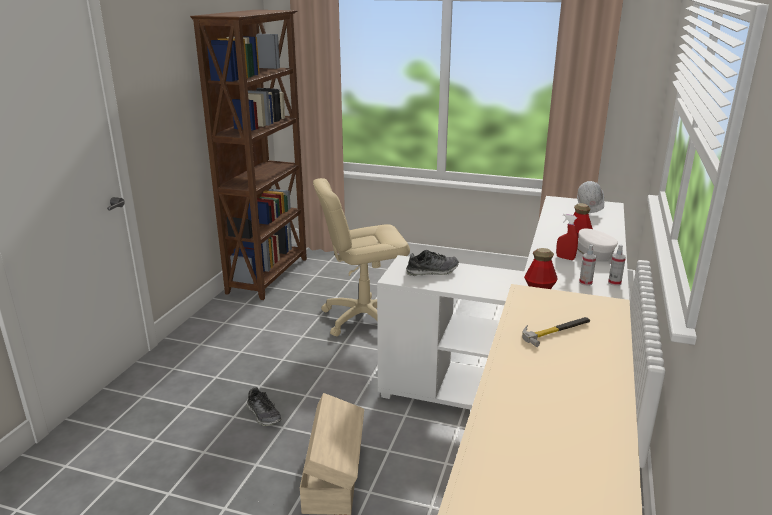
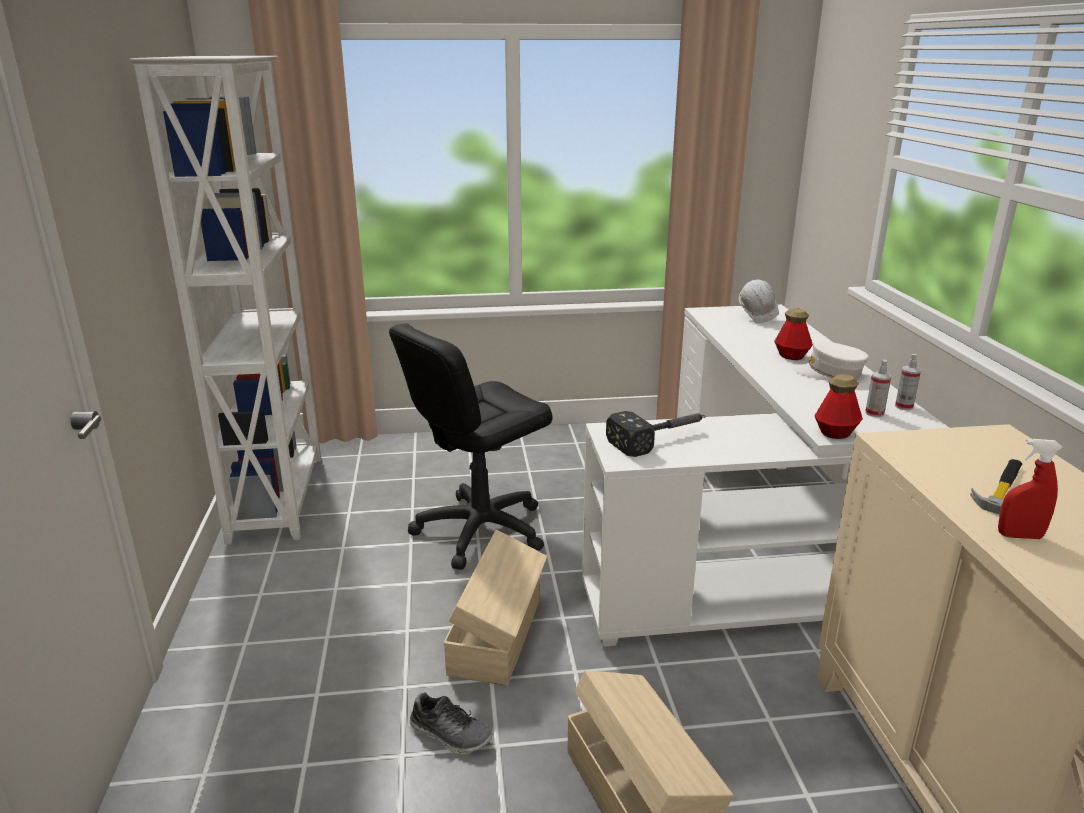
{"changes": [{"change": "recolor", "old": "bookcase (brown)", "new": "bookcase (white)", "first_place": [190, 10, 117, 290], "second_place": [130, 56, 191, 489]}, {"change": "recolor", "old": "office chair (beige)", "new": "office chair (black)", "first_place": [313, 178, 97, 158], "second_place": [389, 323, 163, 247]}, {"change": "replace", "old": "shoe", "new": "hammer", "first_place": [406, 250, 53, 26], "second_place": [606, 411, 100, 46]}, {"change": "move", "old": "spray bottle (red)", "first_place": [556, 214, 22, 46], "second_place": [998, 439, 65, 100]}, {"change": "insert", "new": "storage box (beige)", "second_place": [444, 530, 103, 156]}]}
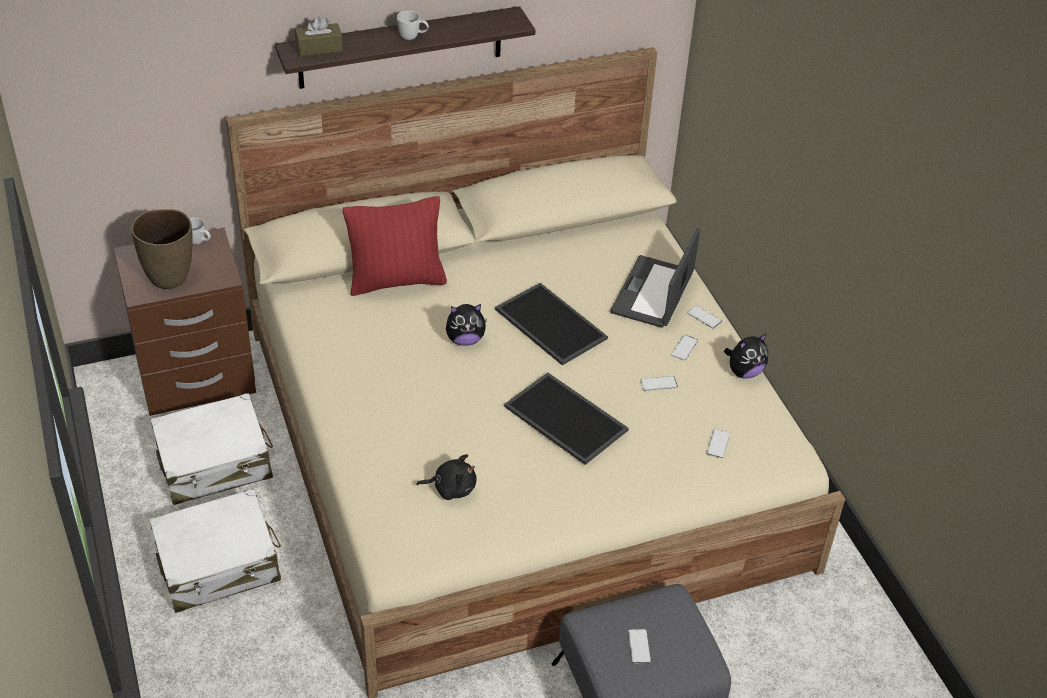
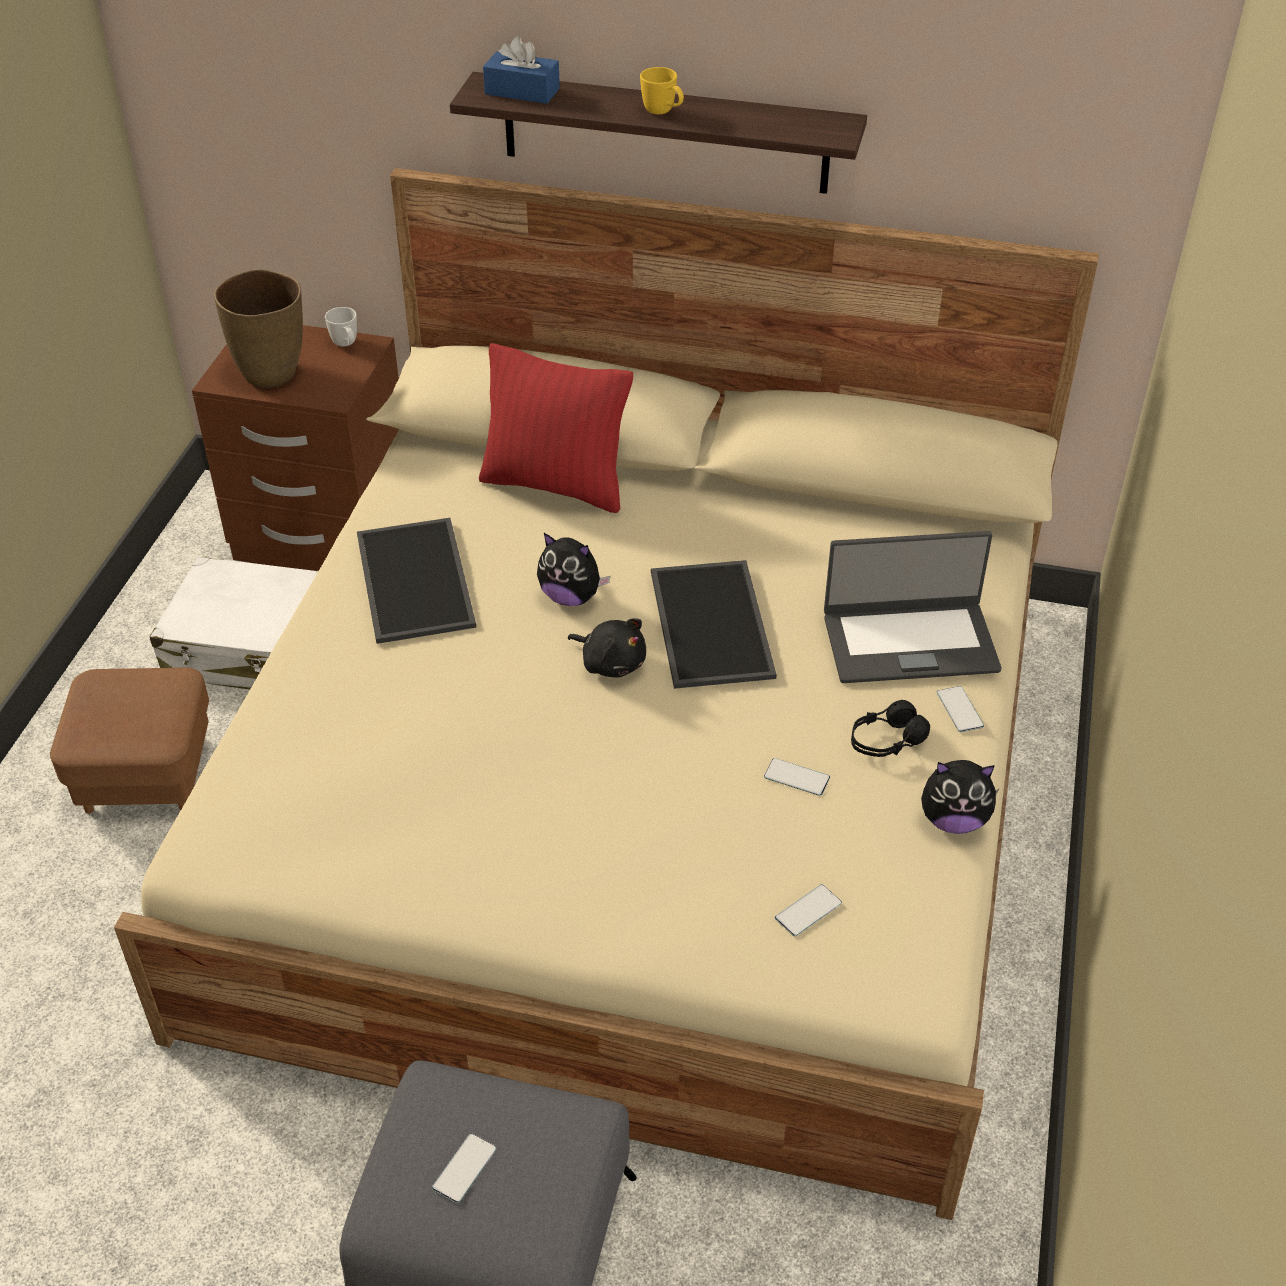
{"changes": [{"change": "replace", "old": "suitcase (white)", "new": "ottoman (brown)", "first_place": [149, 488, 132, 125], "second_place": [50, 668, 159, 146]}, {"change": "recolor", "old": "tissue box (brown)", "new": "tissue box (blue)", "first_place": [295, 16, 48, 40], "second_place": [483, 36, 77, 68]}, {"change": "recolor", "old": "mug (white)", "new": "mug (yellow)", "first_place": [397, 11, 32, 29], "second_place": [640, 67, 44, 47]}, {"change": "move", "old": "plush toy (black)", "first_place": [416, 454, 61, 46], "second_place": [568, 618, 78, 60]}, {"change": "move", "old": "tray", "first_place": [504, 373, 125, 92], "second_place": [357, 518, 119, 126]}, {"change": "rotate", "old": "laptop", "first_place": [610, 227, 90, 101], "second_place": [824, 531, 178, 152], "degrees": -150}, {"change": "replace", "old": "phone", "new": "headphones (black)", "first_place": [671, 335, 27, 25], "second_place": [851, 700, 79, 57]}]}
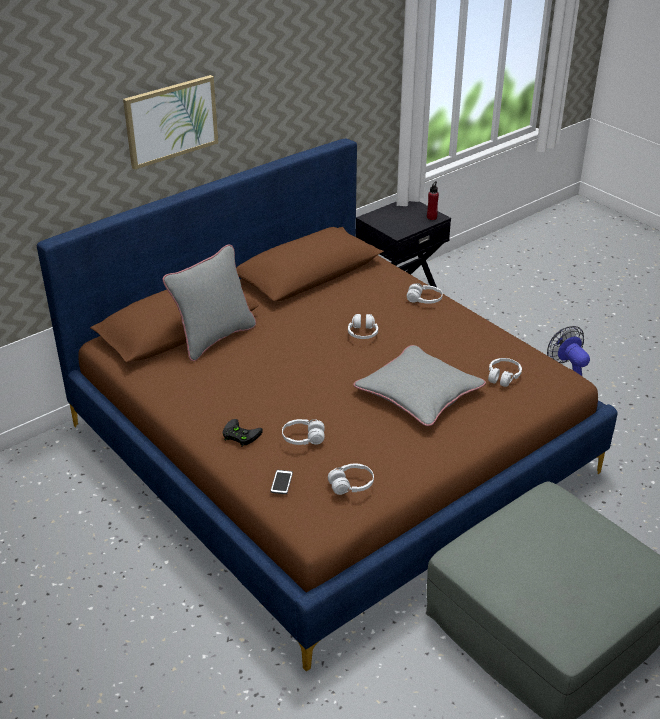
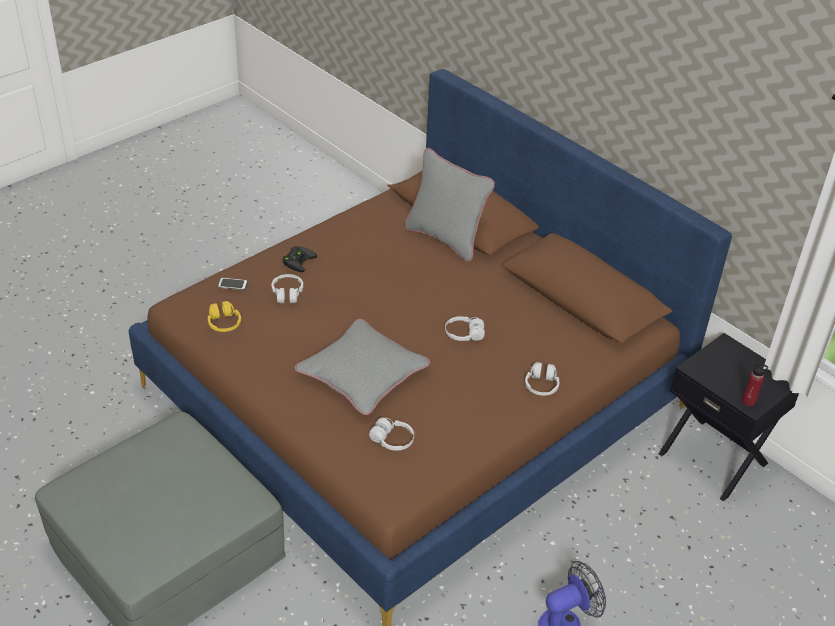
{"changes": [{"change": "delete", "old": "picture", "first_place": [123, 75, 95, 95]}, {"change": "recolor", "old": "headphones (white)", "new": "headphones (yellow)", "first_place": [328, 463, 46, 32], "second_place": [208, 301, 33, 31]}]}
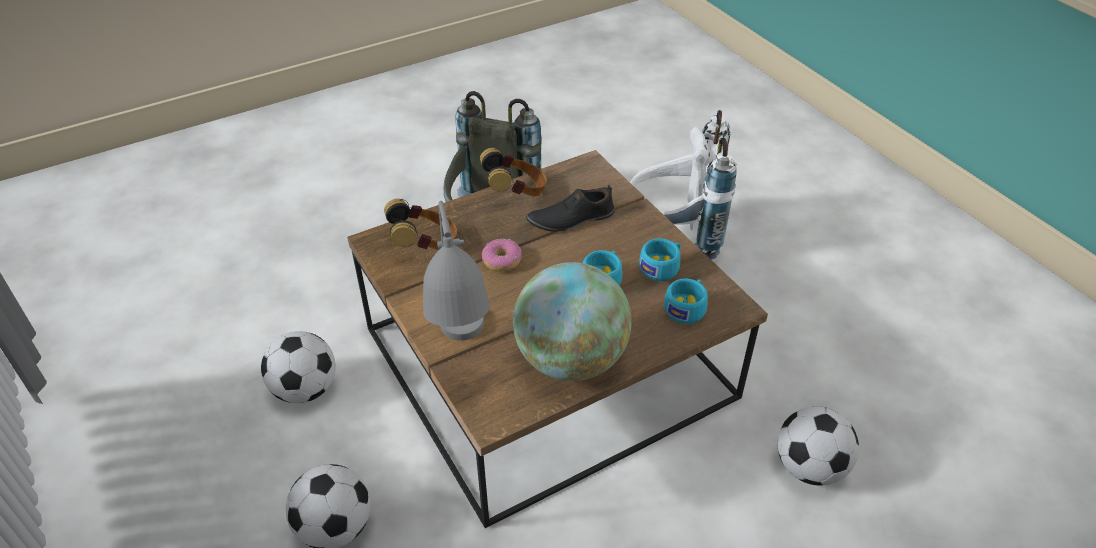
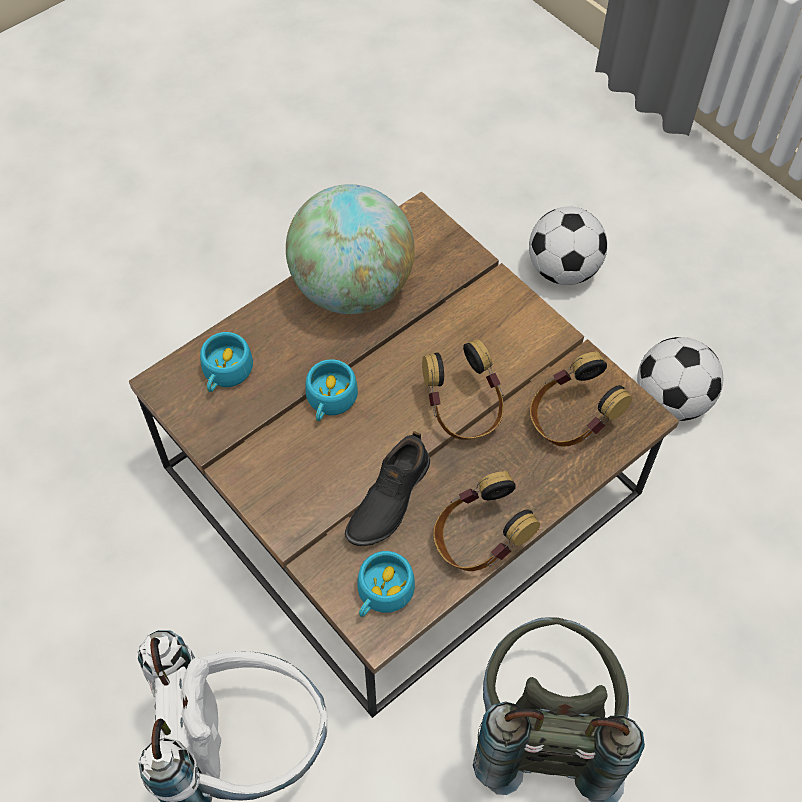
{"changes": [{"change": "delete", "old": "table lamp (grey)", "first_place": [423, 201, 67, 140]}, {"change": "replace", "old": "donut", "new": "headphones", "first_place": [482, 239, 40, 33], "second_place": [422, 339, 82, 101]}, {"change": "rotate", "old": "shoe (black)", "first_place": [526, 185, 89, 47], "second_place": [345, 431, 85, 115], "degrees": 150}, {"change": "move", "old": "cup (turquoise)", "first_place": [639, 238, 42, 43], "second_place": [357, 551, 58, 66]}, {"change": "delete", "old": "football", "first_place": [778, 406, 81, 80]}]}
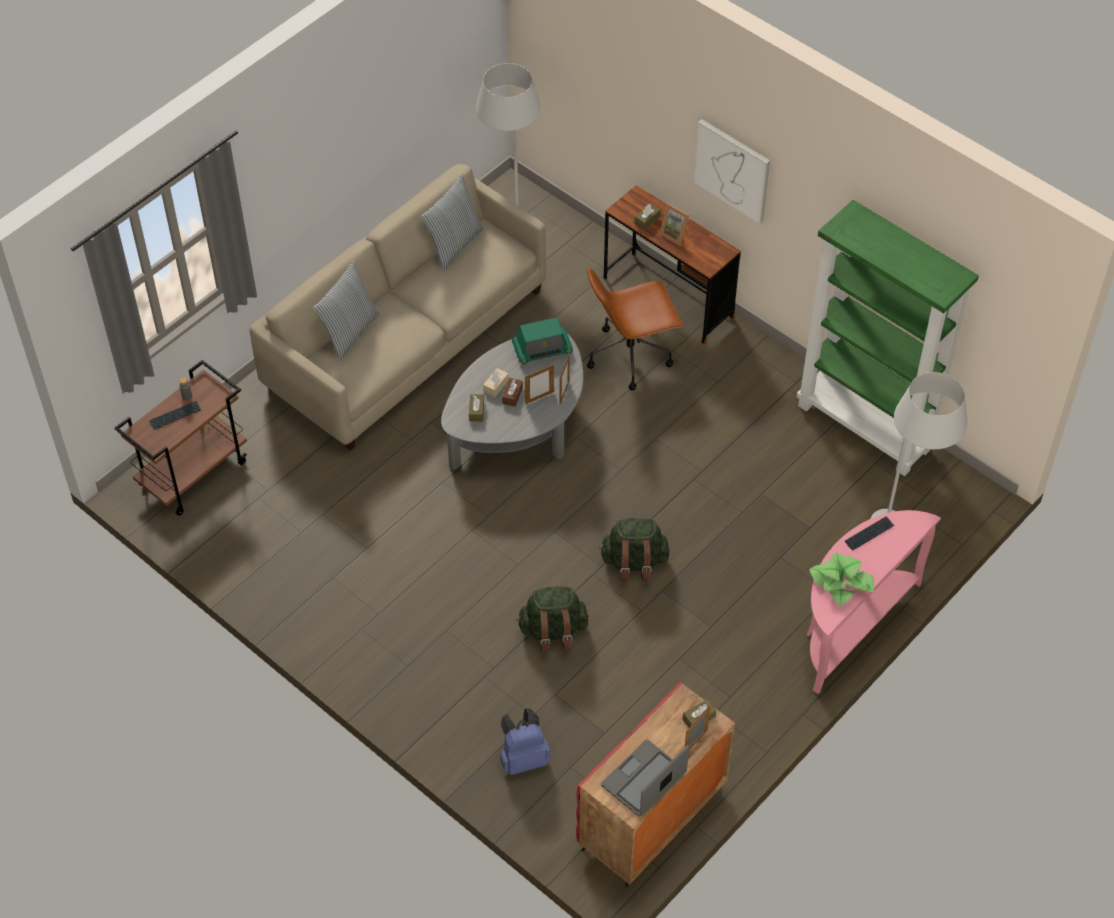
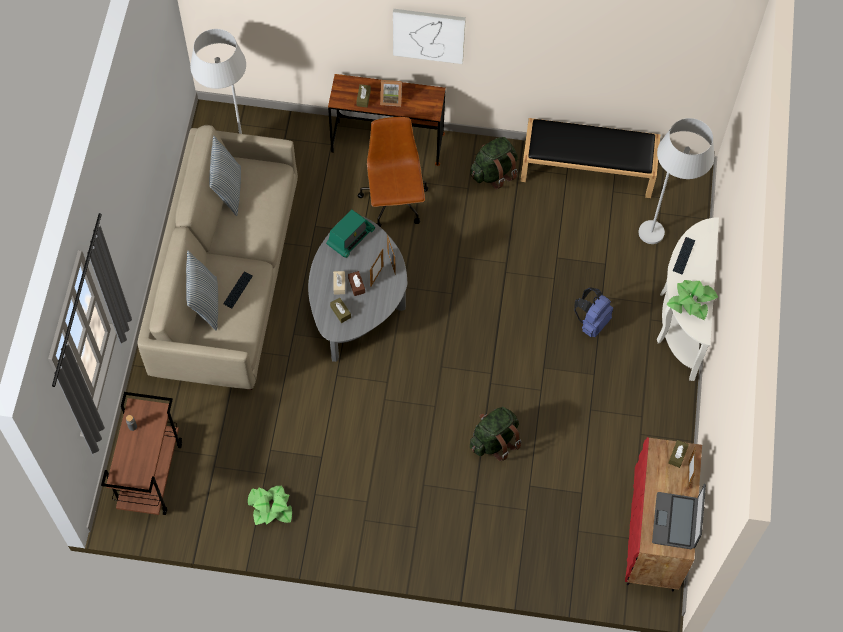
{"changes": [{"change": "move", "old": "keyboard", "first_place": [149, 401, 52, 29], "second_place": [223, 271, 30, 37]}, {"change": "move", "old": "backpack (blue)", "first_place": [500, 708, 51, 67], "second_place": [574, 287, 39, 50]}, {"change": "rotate", "old": "office chair (brown)", "first_place": [587, 267, 96, 123], "second_place": [358, 117, 70, 110], "degrees": 135}, {"change": "move", "old": "backpack (green)", "first_place": [599, 518, 71, 63], "second_place": [470, 137, 48, 52]}, {"change": "replace", "old": "bookcase (green)", "new": "bench (black)", "first_place": [796, 200, 183, 276], "second_place": [520, 118, 140, 80]}, {"change": "recolor", "old": "console table (pink)", "new": "console table (white)", "first_place": [807, 510, 134, 184], "second_place": [657, 217, 62, 164]}, {"change": "insert", "new": "potted plant", "second_place": [248, 486, 44, 39]}]}
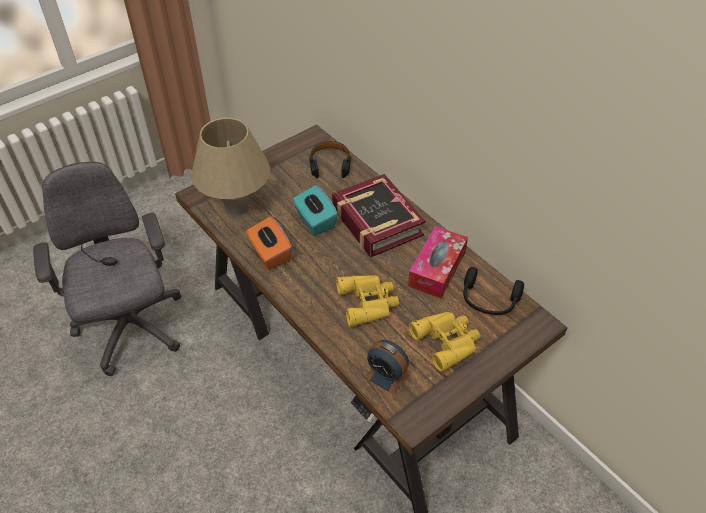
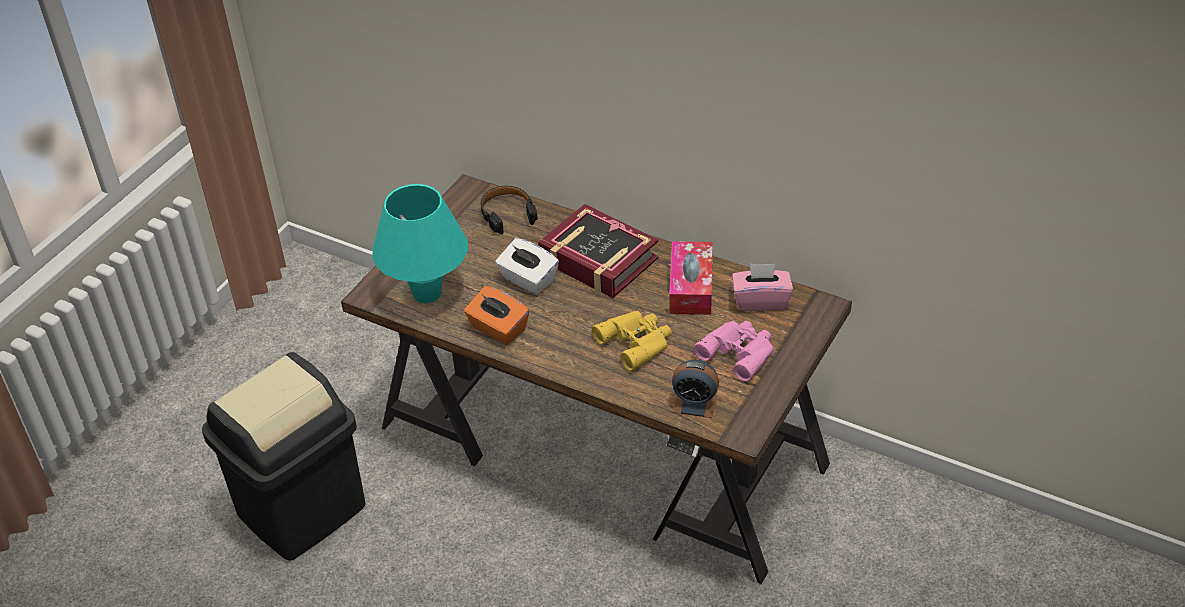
{"changes": [{"change": "replace", "old": "office chair (grey)", "new": "trash can (black)", "first_place": [33, 162, 149, 214], "second_place": [202, 352, 163, 208]}, {"change": "recolor", "old": "table lamp (beige)", "new": "table lamp (turquoise)", "first_place": [191, 118, 79, 97], "second_place": [372, 184, 96, 119]}, {"change": "recolor", "old": "tissue box (turquoise)", "new": "tissue box (white)", "first_place": [293, 185, 45, 50], "second_place": [496, 238, 63, 57]}, {"change": "recolor", "old": "binoculars (yellow)", "new": "binoculars (pink)", "first_place": [409, 312, 71, 60], "second_place": [694, 321, 80, 61]}, {"change": "replace", "old": "headphones (black)", "new": "tissue box (pink)", "first_place": [463, 267, 61, 48], "second_place": [732, 263, 61, 48]}]}
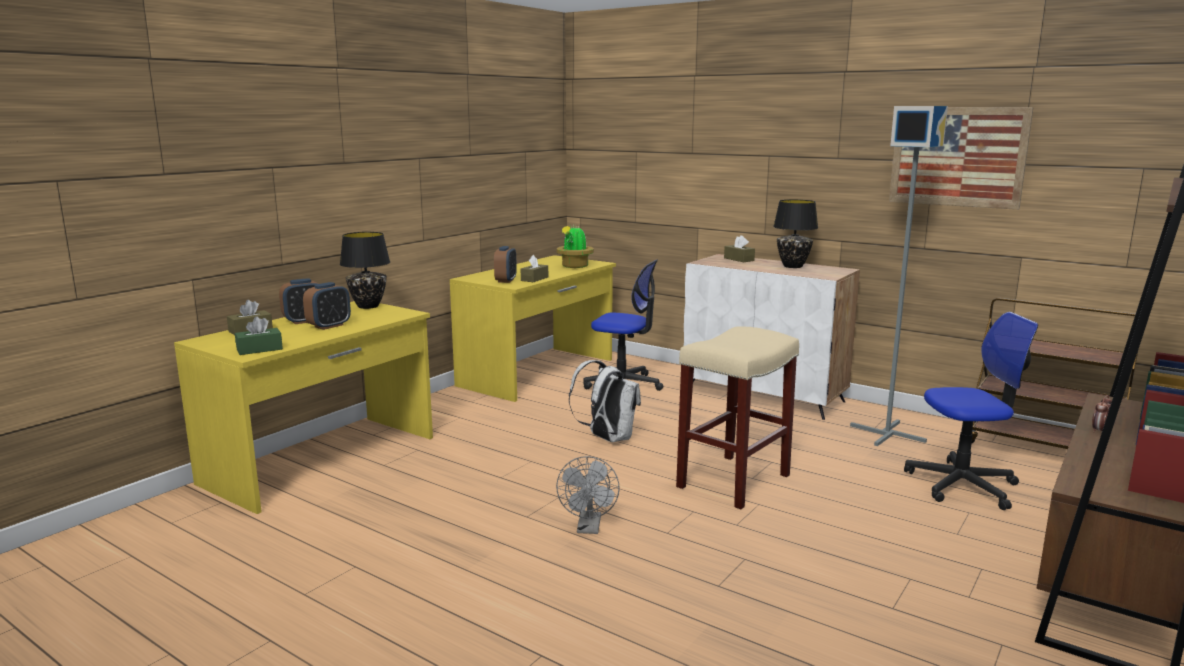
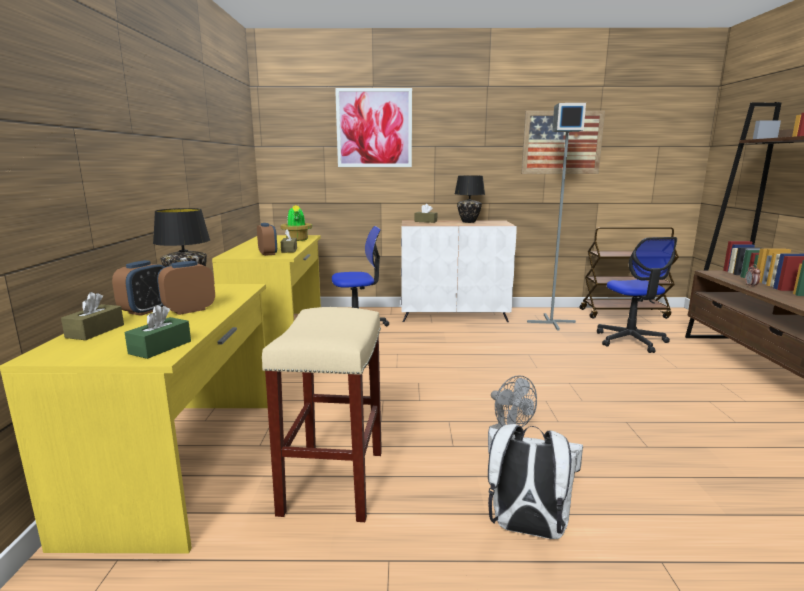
{"changes": [{"change": "rotate", "old": "alarm clock", "first_place": [303, 282, 48, 48], "second_place": [157, 261, 58, 54], "degrees": -135}, {"change": "move", "old": "backpack (white)", "first_place": [569, 360, 72, 82], "second_place": [488, 424, 95, 115]}, {"change": "move", "old": "stool (beige)", "first_place": [676, 326, 123, 183], "second_place": [262, 307, 120, 215]}, {"change": "rotate", "old": "office chair", "first_place": [904, 312, 134, 198], "second_place": [597, 237, 80, 116], "degrees": 120}, {"change": "insert", "new": "picture", "second_place": [335, 88, 77, 79]}]}
